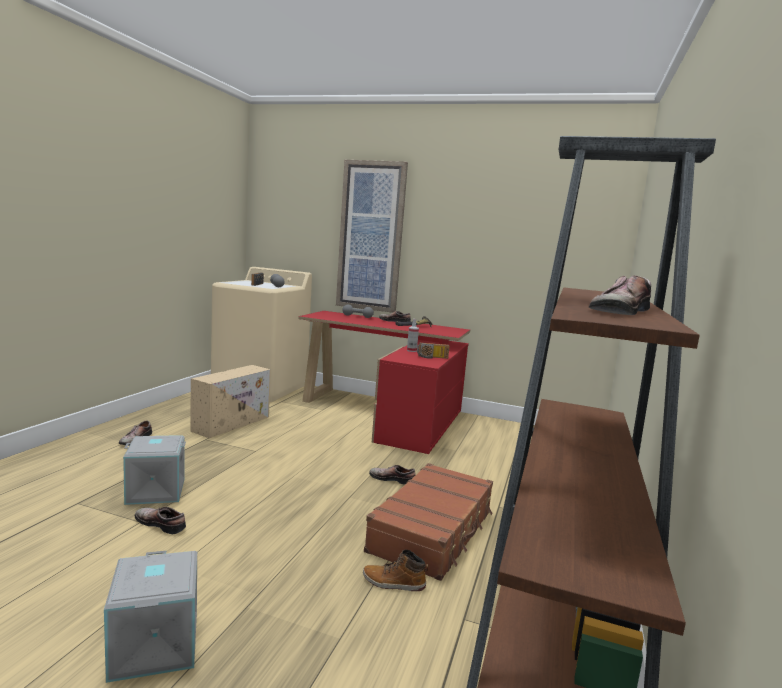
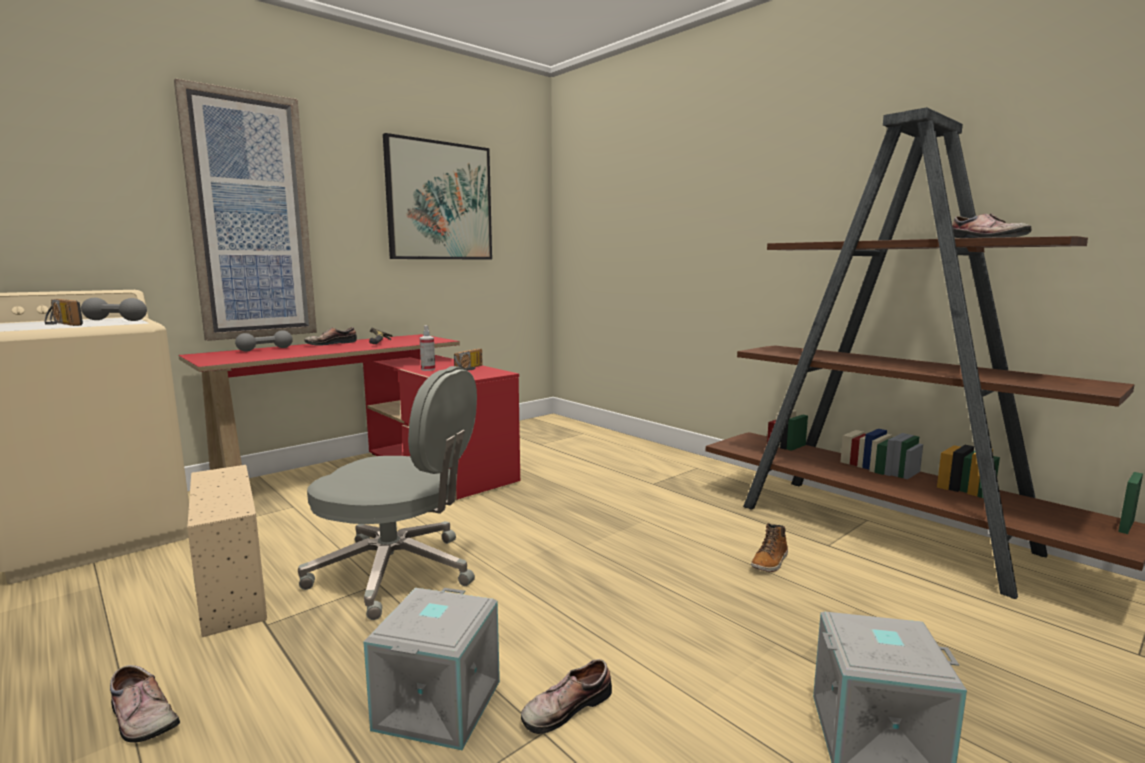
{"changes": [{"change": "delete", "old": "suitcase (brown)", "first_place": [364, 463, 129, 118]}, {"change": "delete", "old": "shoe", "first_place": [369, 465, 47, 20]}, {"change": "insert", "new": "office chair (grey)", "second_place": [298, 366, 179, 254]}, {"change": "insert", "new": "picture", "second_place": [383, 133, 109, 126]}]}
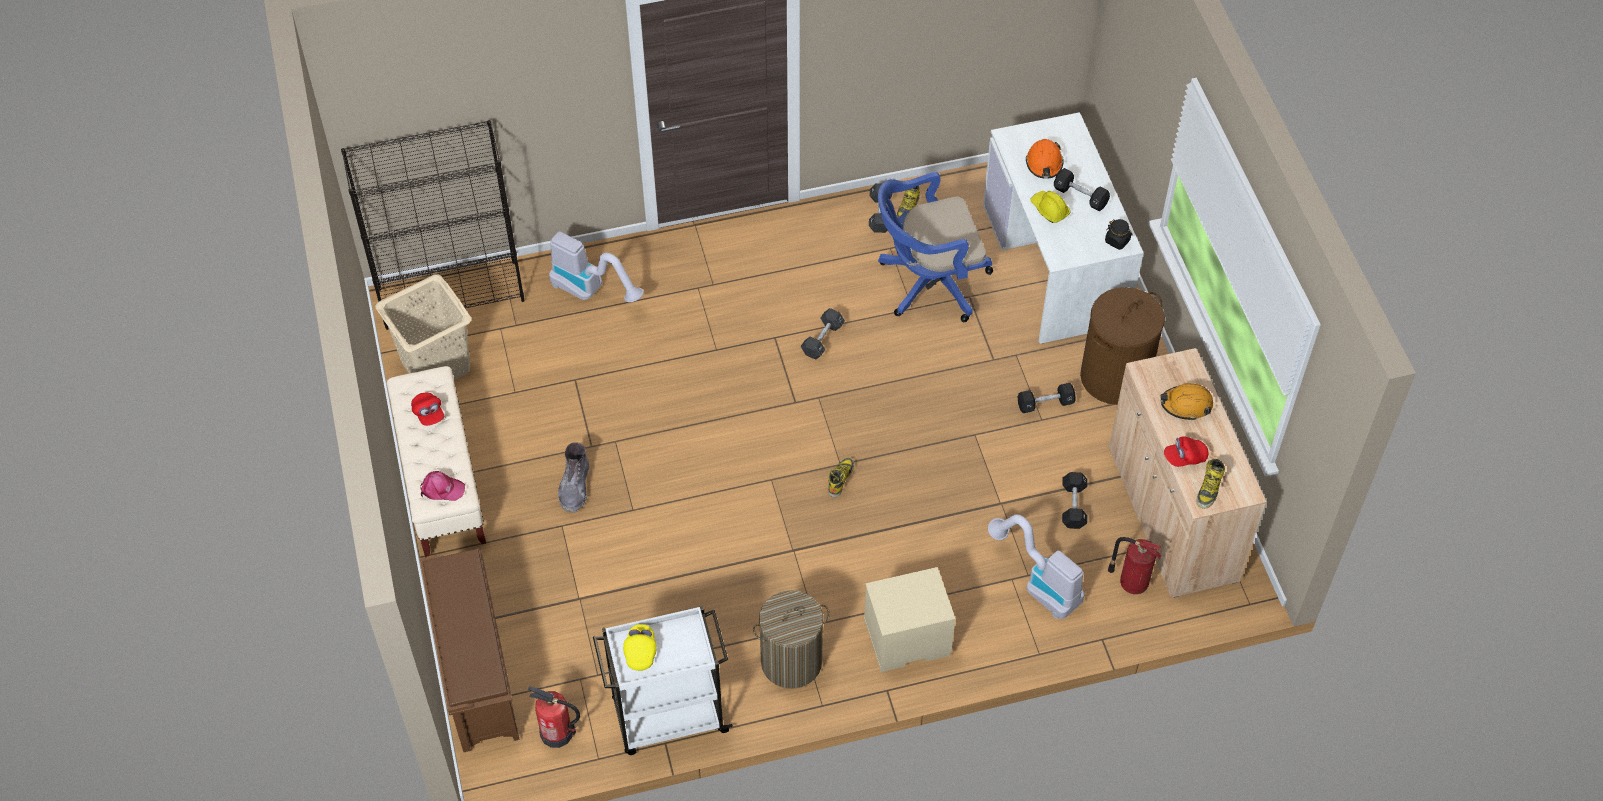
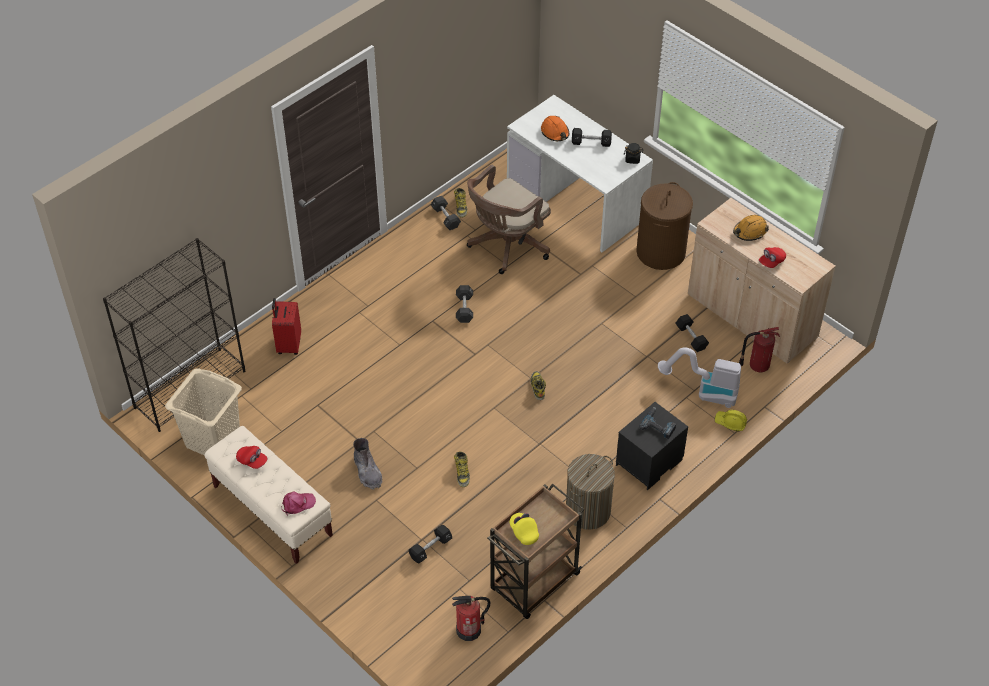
{"changes": [{"change": "delete", "old": "shoe rack (brown)", "first_place": [420, 548, 99, 205]}, {"change": "replace", "old": "vacuum cleaner", "new": "suitcase (red)", "first_place": [549, 231, 95, 71], "second_place": [272, 298, 29, 57]}, {"change": "recolor", "old": "cart (white)", "new": "cart (brown)", "first_place": [593, 606, 140, 149], "second_place": [487, 484, 98, 135]}, {"change": "recolor", "old": "nightstand (beige)", "new": "nightstand (black)", "first_place": [864, 567, 91, 105], "second_place": [616, 402, 72, 88]}, {"change": "recolor", "old": "office chair (blue)", "new": "office chair (brown)", "first_place": [878, 172, 115, 150], "second_place": [467, 165, 84, 109]}, {"change": "move", "old": "dumbbell (black)", "first_place": [1018, 383, 58, 30], "second_place": [409, 524, 43, 40]}, {"change": "move", "old": "hard hat (yellow)", "first_place": [1030, 191, 41, 32], "second_place": [715, 410, 32, 21]}, {"change": "move", "old": "boot", "first_place": [1197, 459, 28, 50], "second_place": [454, 451, 16, 36]}, {"change": "insert", "new": "power drill", "second_place": [639, 407, 37, 32]}]}
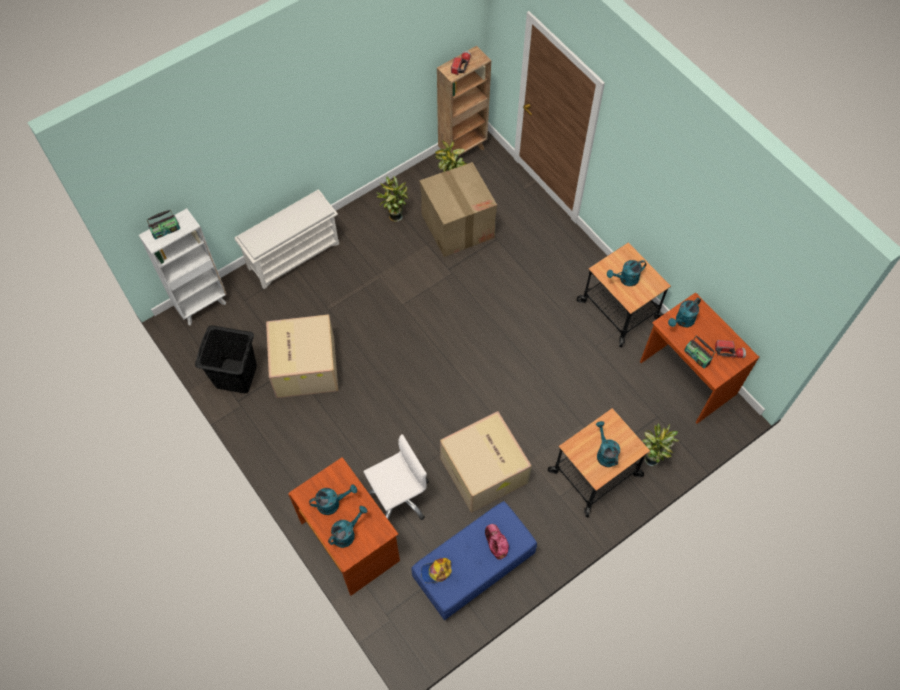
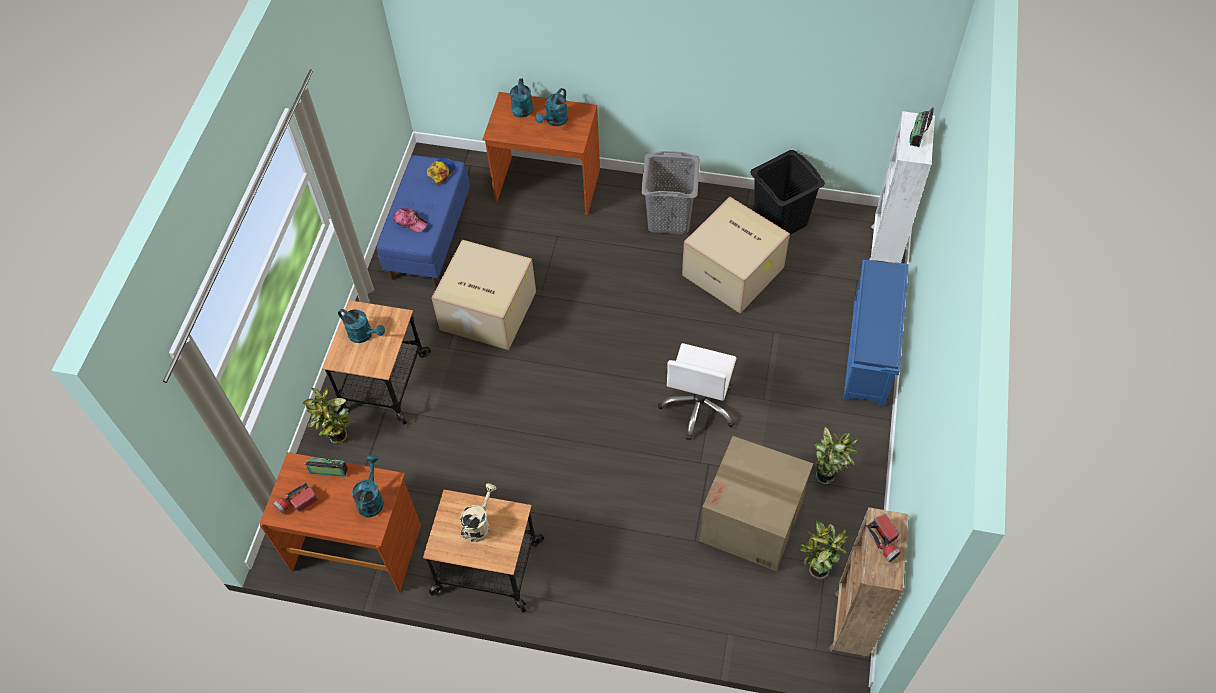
{"changes": [{"change": "recolor", "old": "shoe rack (white)", "new": "shoe rack (blue)", "first_place": [234, 189, 105, 100], "second_place": [843, 260, 66, 147]}, {"change": "move", "old": "office chair (white)", "first_place": [364, 434, 65, 86], "second_place": [658, 343, 78, 97]}, {"change": "recolor", "old": "watering can (turquoise)", "new": "watering can (beige)", "first_place": [607, 260, 39, 26], "second_place": [460, 483, 37, 59]}, {"change": "insert", "new": "laundry basket (grey)", "second_place": [641, 151, 59, 83]}]}
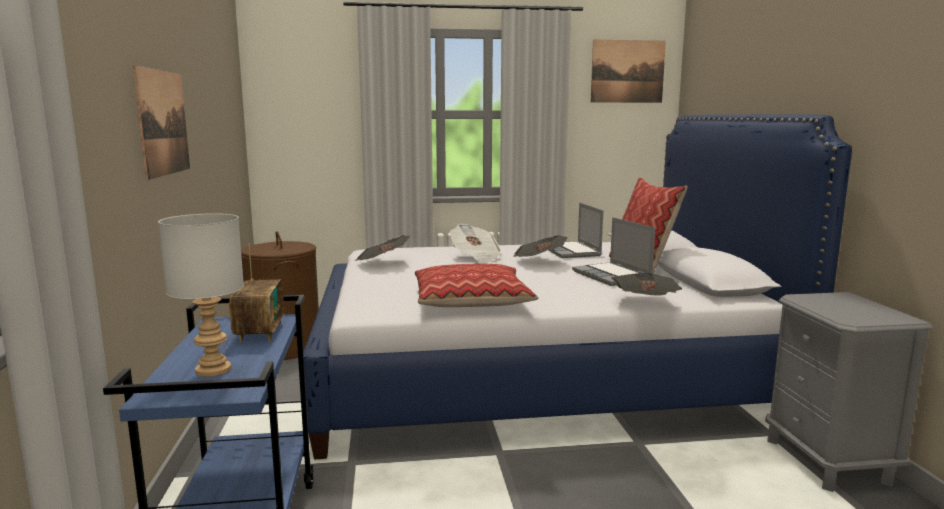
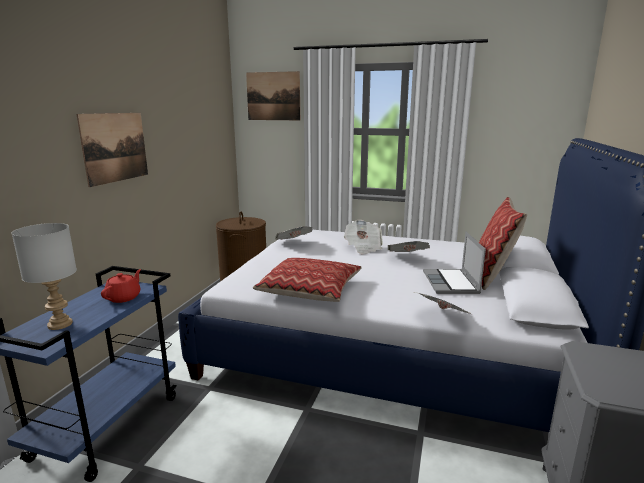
{"changes": [{"change": "replace", "old": "radio", "new": "teapot (red)", "first_place": [229, 244, 55, 99], "second_place": [101, 269, 40, 34]}, {"change": "delete", "old": "laptop", "first_place": [548, 203, 55, 55]}, {"change": "move", "old": "picture", "first_place": [591, 40, 75, 63], "second_place": [246, 71, 54, 49]}]}
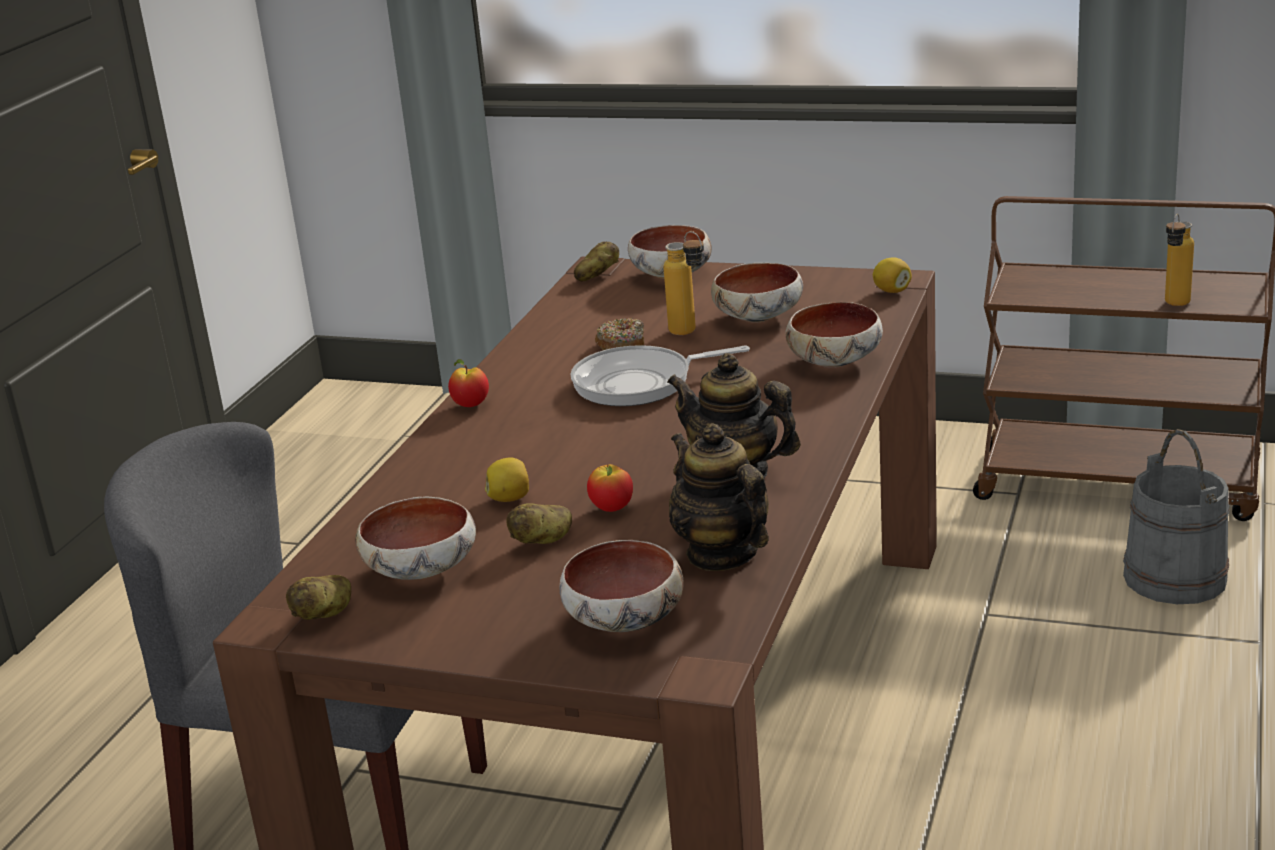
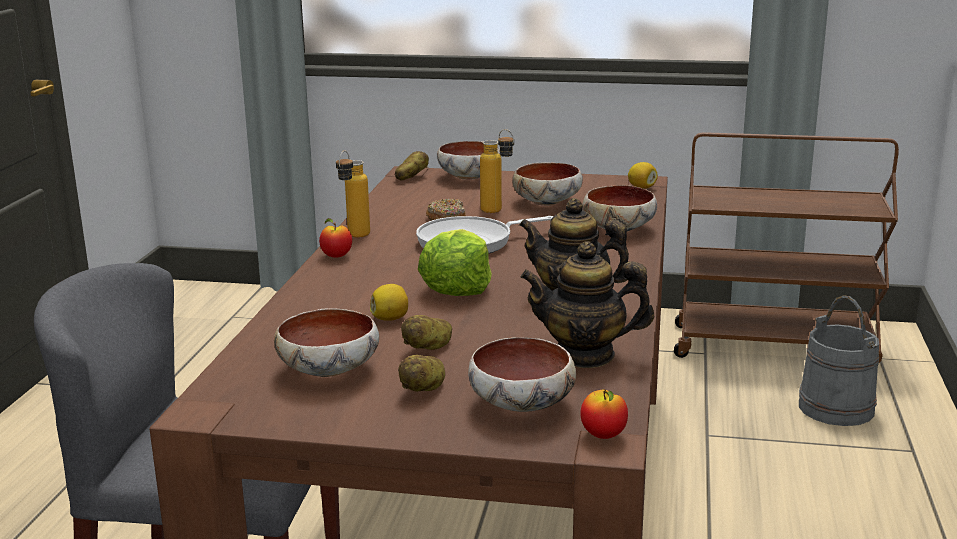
{"changes": [{"change": "move", "old": "potato", "first_place": [286, 575, 65, 45], "second_place": [398, 355, 47, 37]}, {"change": "move", "old": "apple", "first_place": [587, 464, 46, 48], "second_place": [580, 389, 48, 50]}, {"change": "rotate", "old": "teapot", "first_place": [669, 423, 100, 148], "second_place": [520, 241, 134, 127], "degrees": -45}, {"change": "move", "old": "bottle", "first_place": [1165, 214, 29, 92], "second_place": [336, 151, 34, 87]}, {"change": "insert", "new": "lettuce", "second_place": [418, 229, 74, 67]}]}
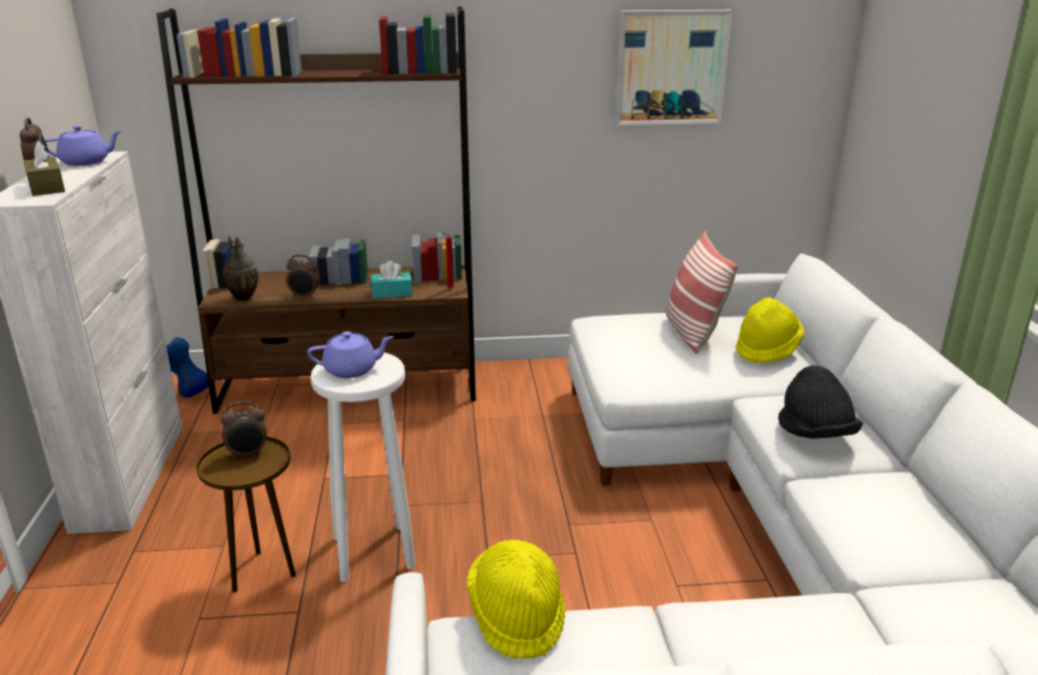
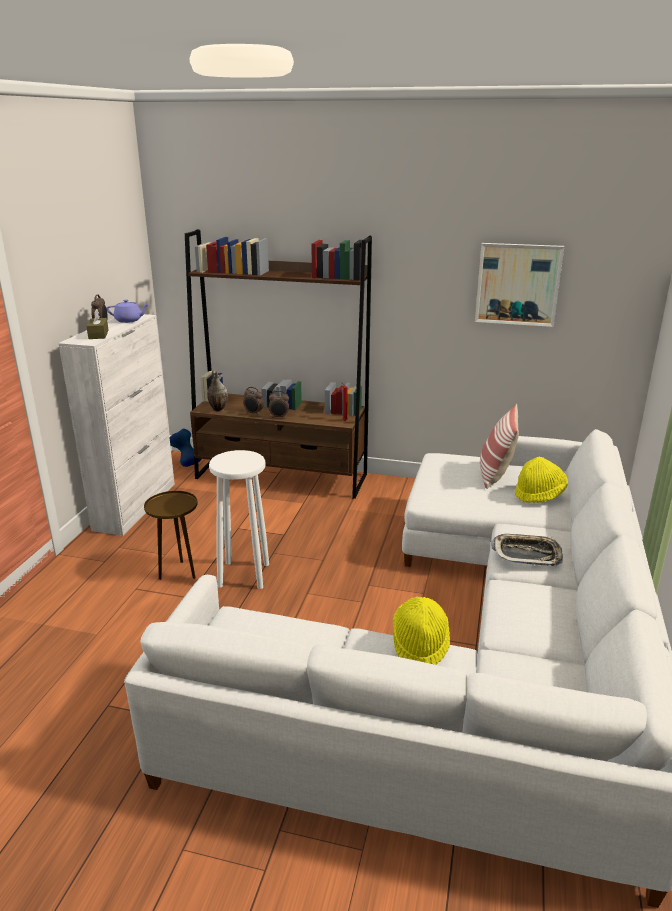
{"changes": [{"change": "move", "old": "alarm clock", "first_place": [220, 401, 47, 58], "second_place": [269, 390, 20, 28]}, {"change": "delete", "old": "teapot (purple)", "first_place": [307, 331, 87, 47]}, {"change": "delete", "old": "tissue box (turquoise)", "first_place": [371, 261, 42, 38]}, {"change": "move", "old": "hat (yellow)", "first_place": [466, 540, 100, 119], "second_place": [393, 597, 57, 68]}, {"change": "replace", "old": "hat (black)", "new": "tray", "first_place": [778, 365, 85, 74], "second_place": [491, 534, 72, 32]}]}
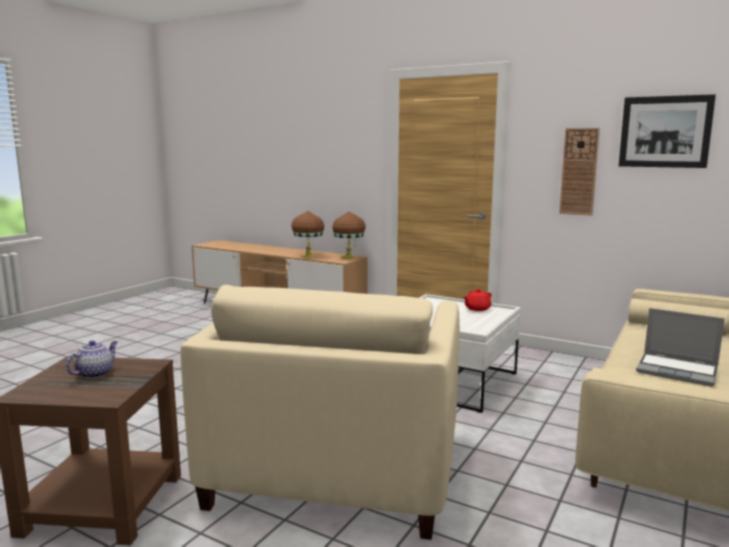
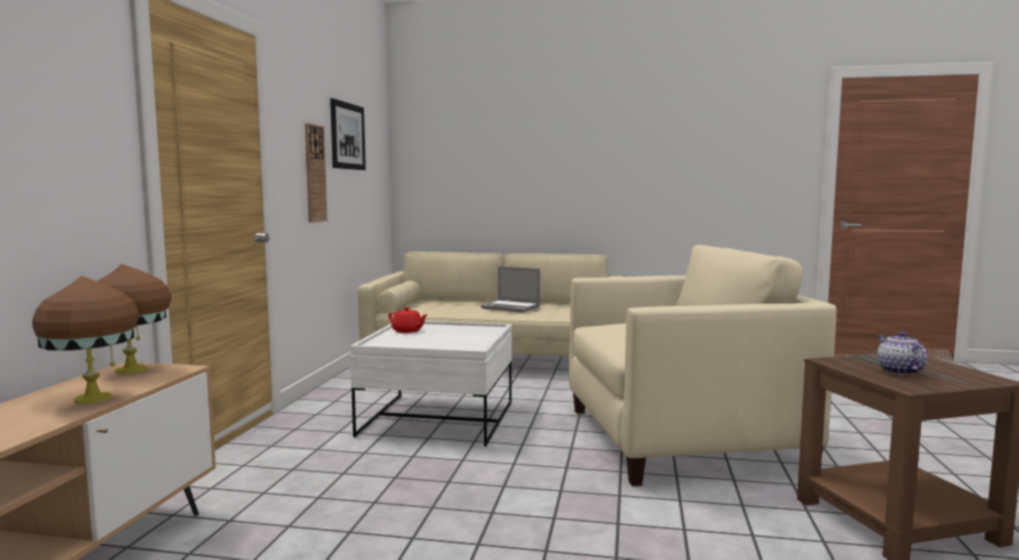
{"changes": [{"change": "rotate", "old": "teapot", "first_place": [66, 341, 52, 38], "second_place": [877, 332, 51, 43], "degrees": 75}, {"change": "rotate", "old": "laptop", "first_place": [636, 308, 89, 79], "second_place": [481, 266, 59, 47], "degrees": 105}]}
